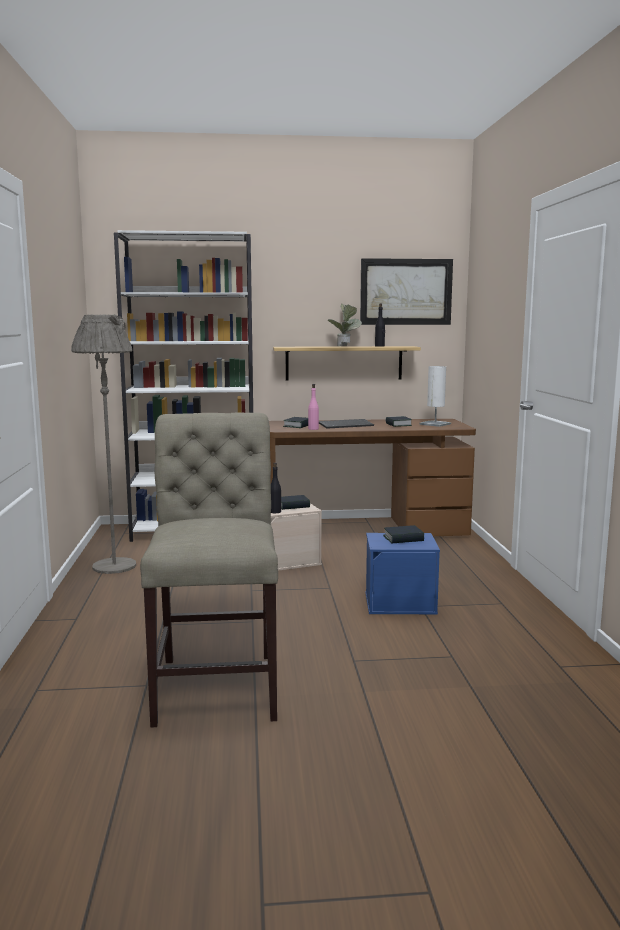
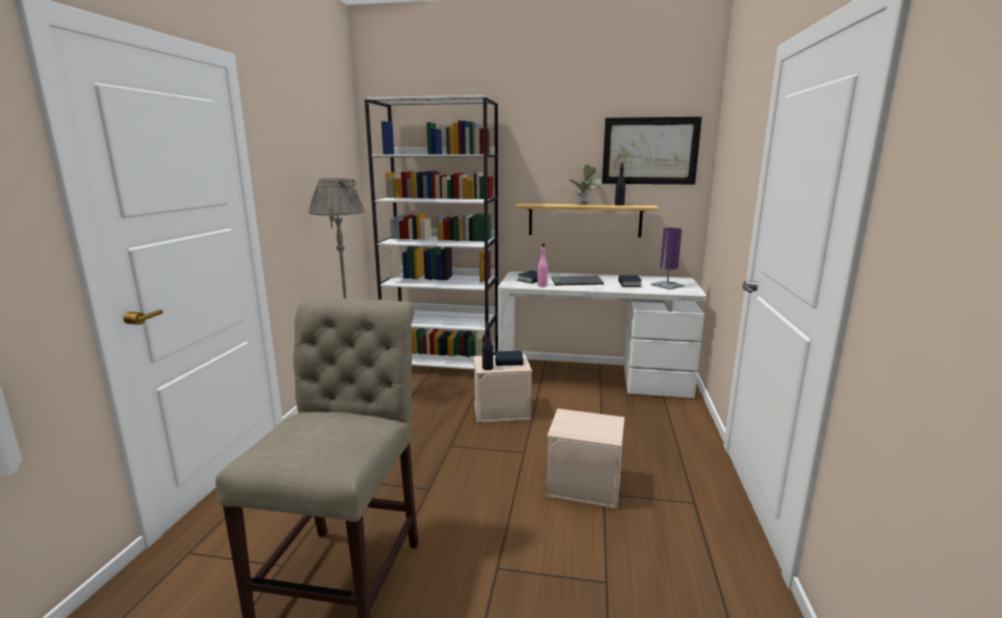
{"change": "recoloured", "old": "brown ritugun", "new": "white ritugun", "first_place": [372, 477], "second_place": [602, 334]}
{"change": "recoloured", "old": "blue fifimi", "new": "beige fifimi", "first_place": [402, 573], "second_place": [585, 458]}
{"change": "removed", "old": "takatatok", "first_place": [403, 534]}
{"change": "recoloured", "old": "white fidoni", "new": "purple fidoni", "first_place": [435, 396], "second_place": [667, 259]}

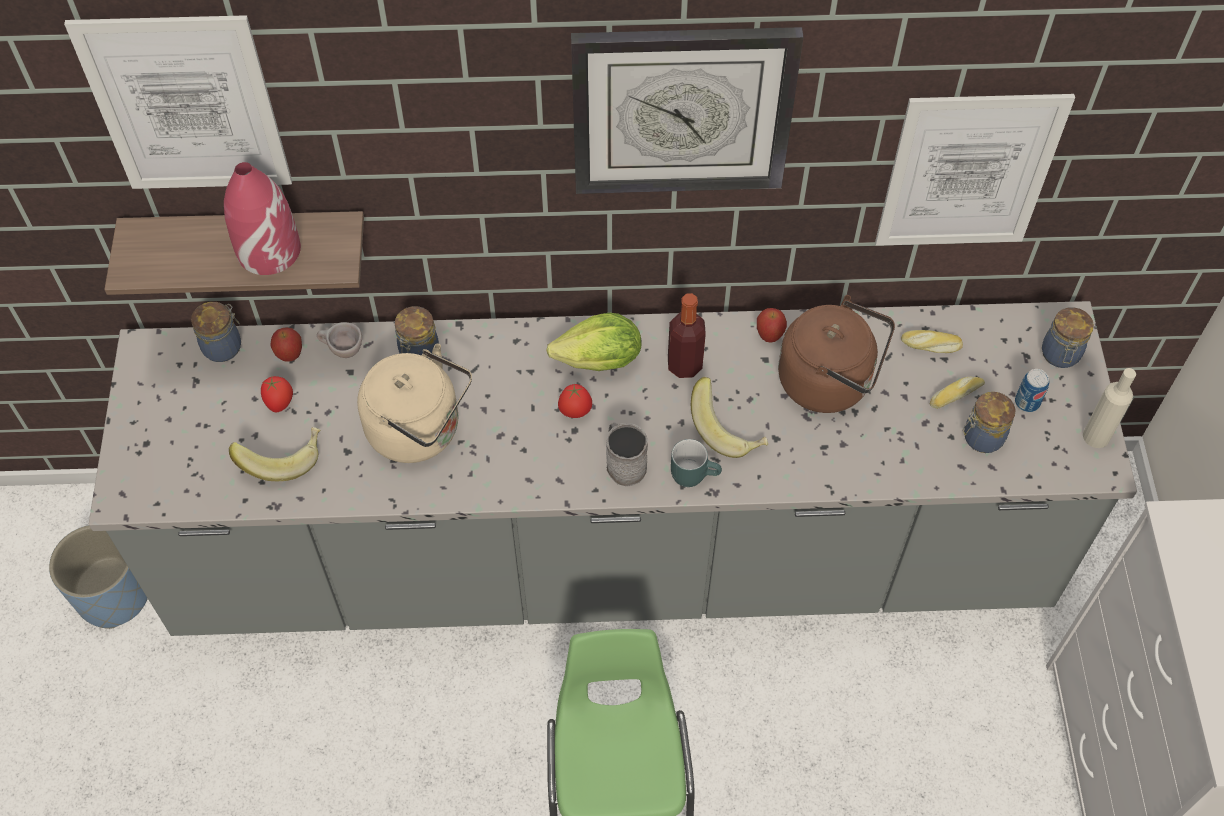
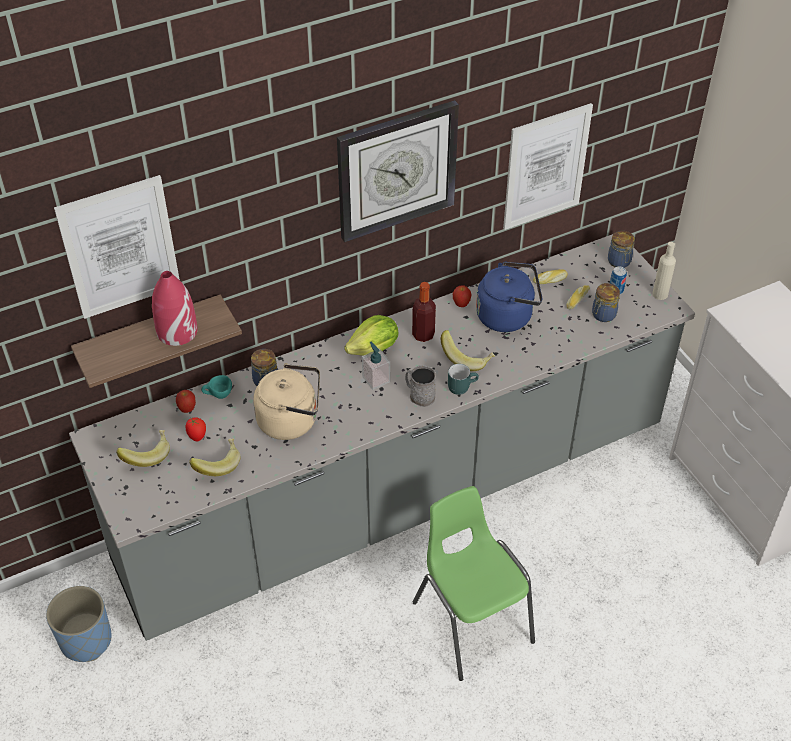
{"change": "removed", "old": "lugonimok", "first_place": [216, 332]}
{"change": "recoloured", "old": "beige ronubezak", "new": "turquoise ronubezak", "first_place": [339, 340], "second_place": [216, 387]}
{"change": "replaced", "old": "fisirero", "new": "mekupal", "first_place": [575, 401], "second_place": [376, 366]}
{"change": "recoloured", "old": "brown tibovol", "new": "blue tibovol", "first_place": [836, 354], "second_place": [509, 297]}
{"change": "added", "new": "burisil", "second_place": [143, 448]}

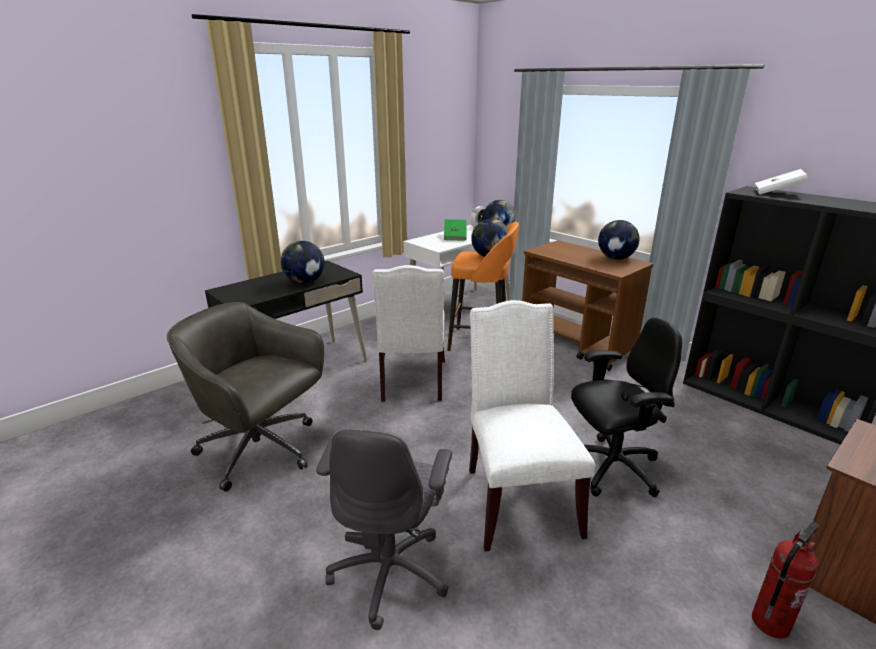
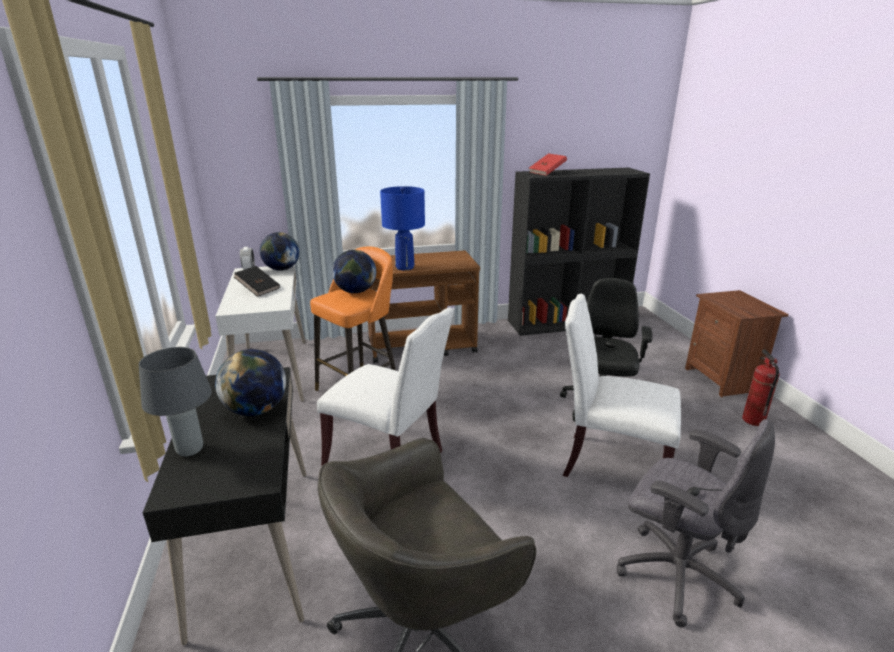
{"change": "recoloured", "old": "green takatatok", "new": "black takatatok", "first_place": [455, 230], "second_place": [257, 281]}
{"change": "removed", "old": "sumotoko", "first_place": [618, 239]}
{"change": "recoloured", "old": "white takatatok", "new": "red takatatok", "first_place": [781, 182], "second_place": [548, 164]}
{"change": "added", "new": "grey fidoni", "second_place": [175, 401]}
{"change": "added", "new": "blue fidoni", "second_place": [402, 228]}

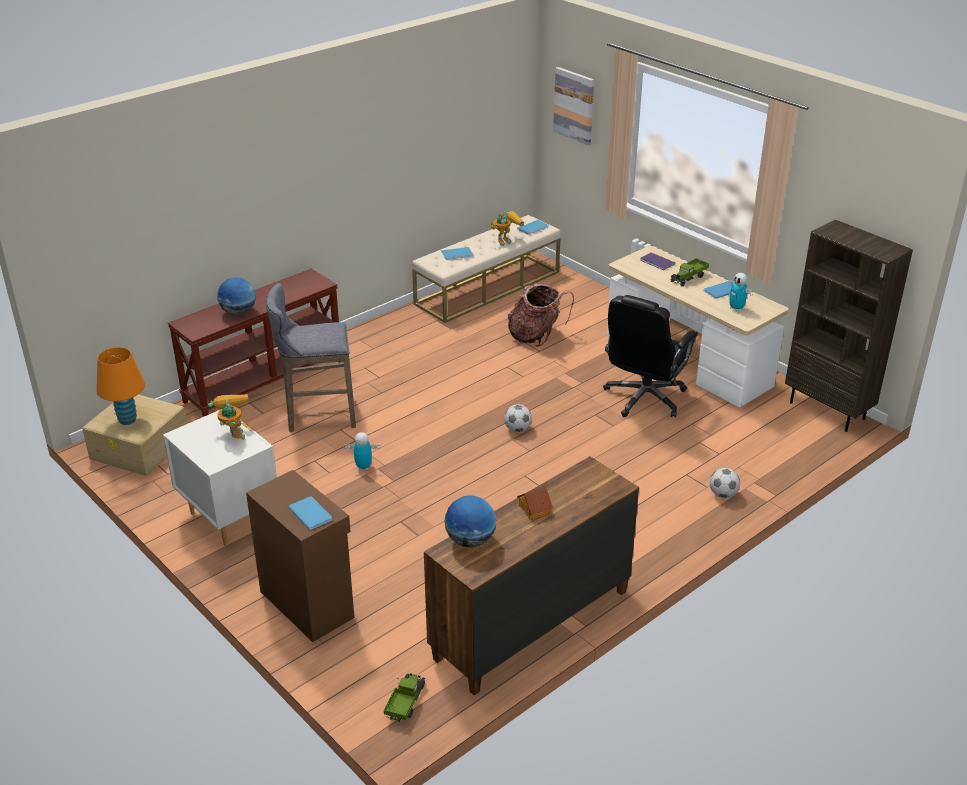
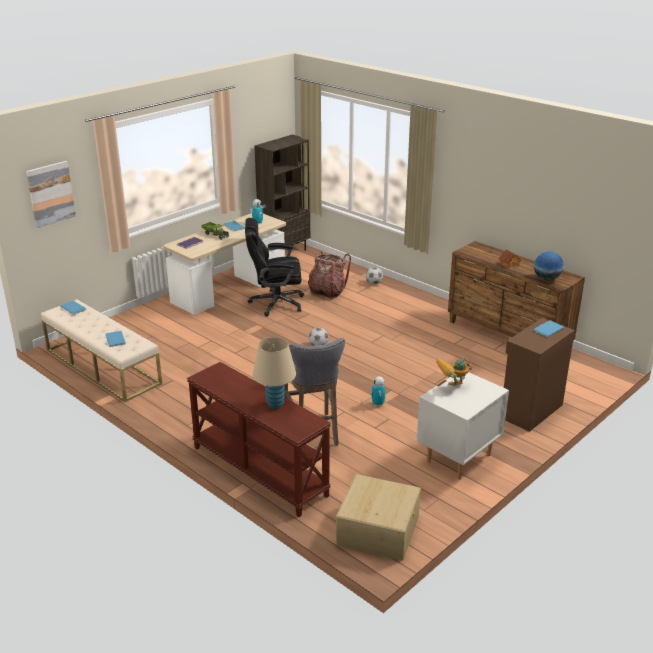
{"change": "removed", "old": "orange fidoni", "first_place": [120, 386]}
{"change": "replaced", "old": "sumotoko", "new": "beige fidoni", "first_place": [236, 296], "second_place": [274, 373]}
{"change": "removed", "old": "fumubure", "first_place": [404, 697]}
{"change": "removed", "old": "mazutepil", "first_place": [507, 228]}
{"change": "moved", "old": "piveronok", "first_place": [541, 315], "second_place": [329, 274]}
{"change": "turned", "old": "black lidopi", "first_place": [650, 356], "second_place": [274, 267], "degrees": 150}

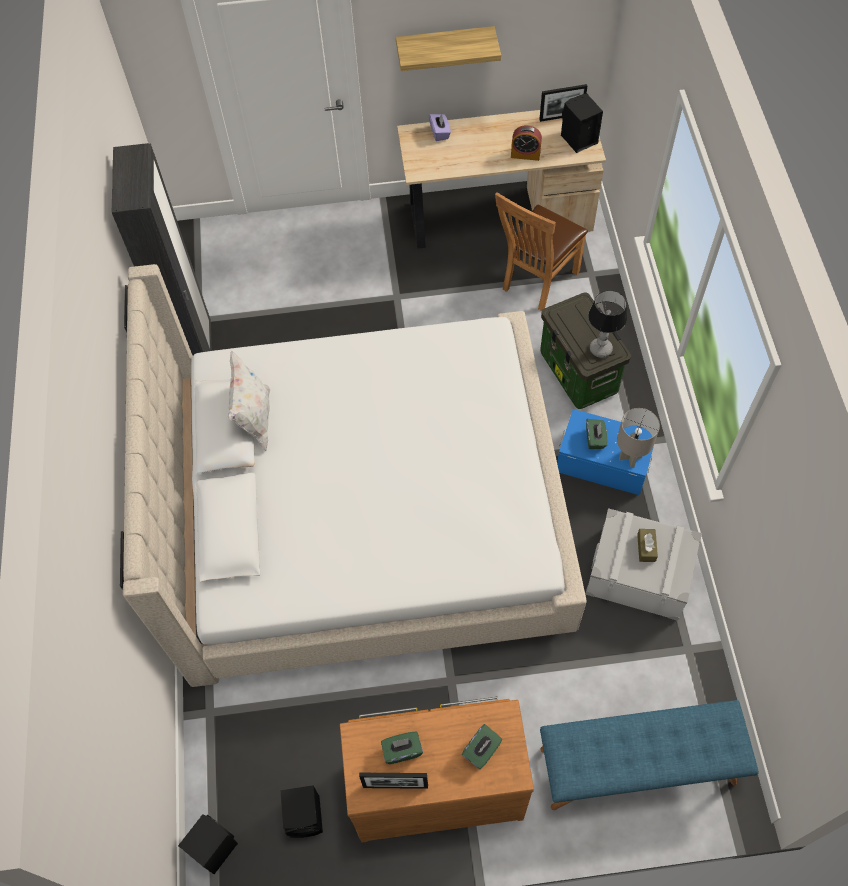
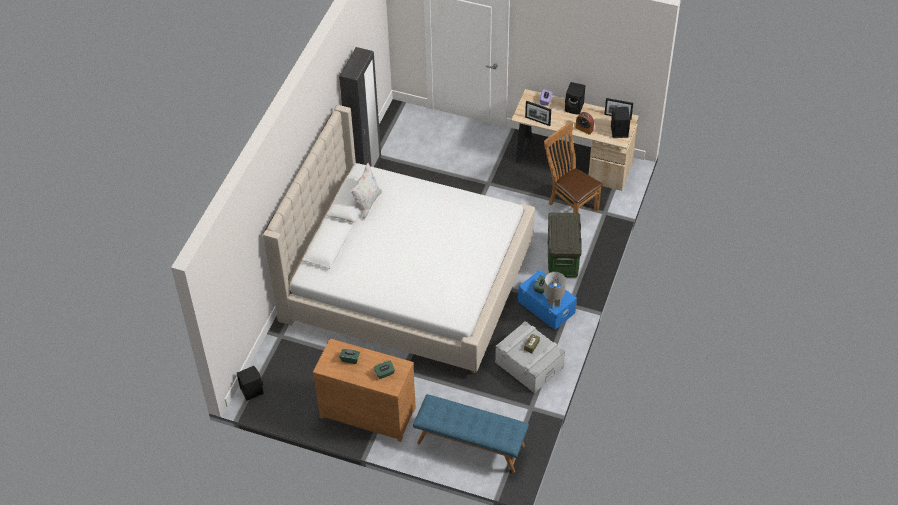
{"change": "moved", "old": "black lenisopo", "first_place": [301, 811], "second_place": [575, 98]}
{"change": "moved", "old": "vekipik", "first_place": [393, 781], "second_place": [538, 113]}
{"change": "removed", "old": "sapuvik", "first_place": [448, 48]}
{"change": "turned", "old": "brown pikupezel", "first_place": [541, 251], "second_place": [573, 167], "degrees": 75}
{"change": "removed", "old": "fidoni", "first_place": [607, 324]}

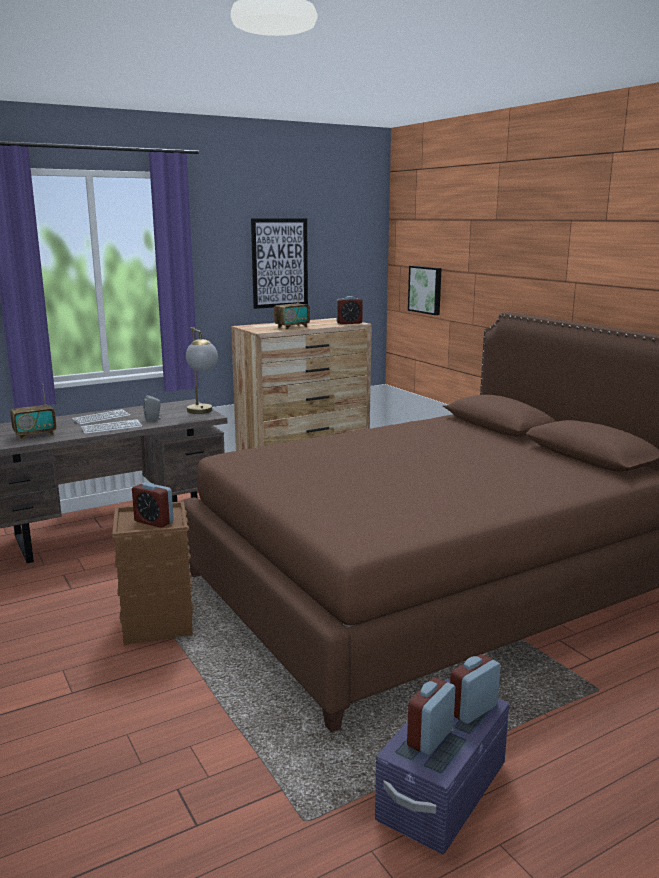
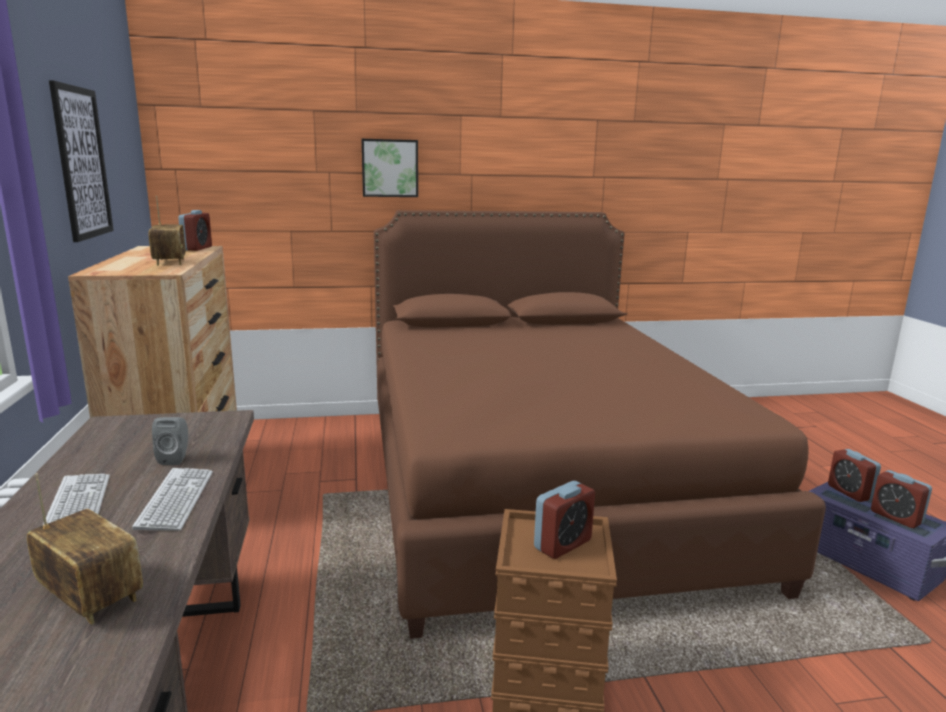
{"change": "turned", "old": "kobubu", "first_place": [33, 411], "second_place": [85, 549], "degrees": -45}
{"change": "removed", "old": "fidoni", "first_place": [202, 370]}
{"change": "moved", "old": "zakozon", "first_place": [425, 290], "second_place": [389, 168]}

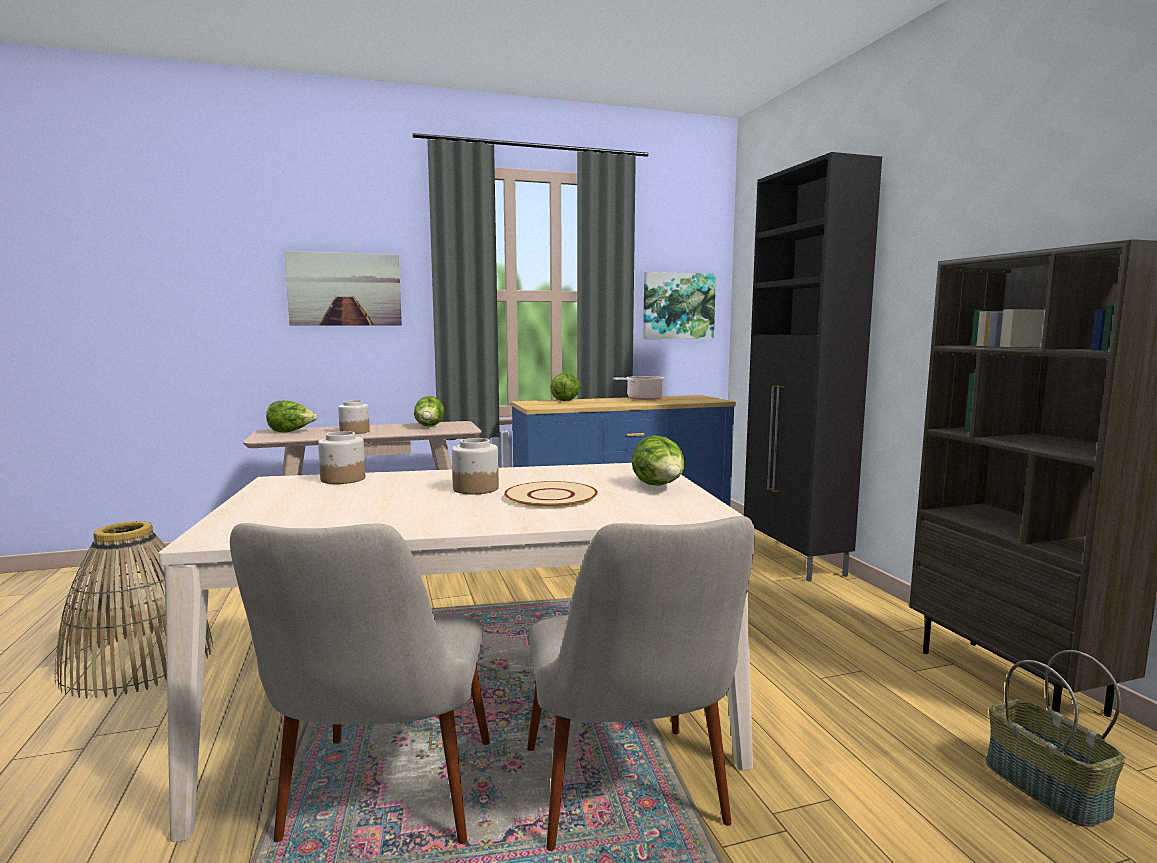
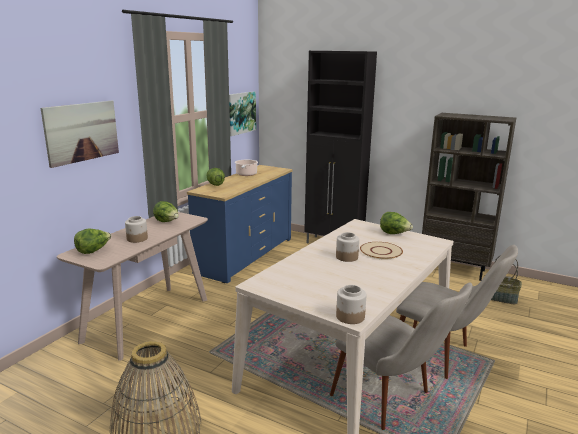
{"change": "moved", "old": "lugonimok", "first_place": [341, 457], "second_place": [351, 304]}

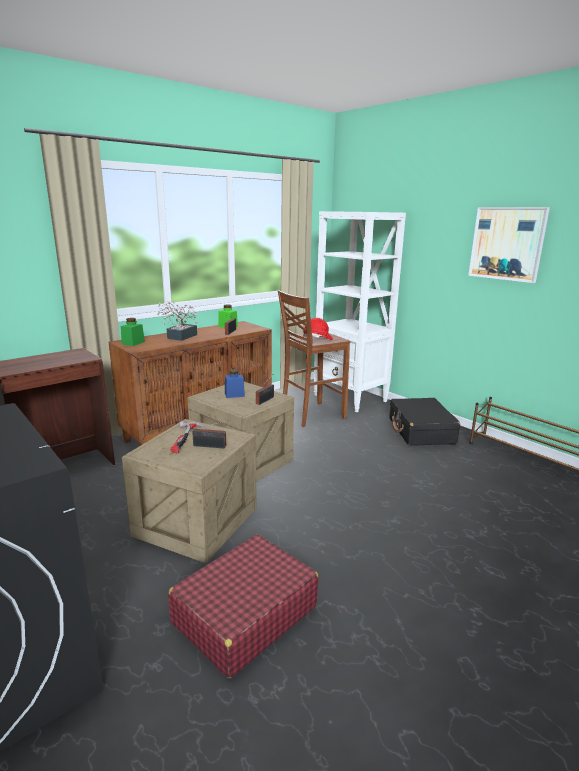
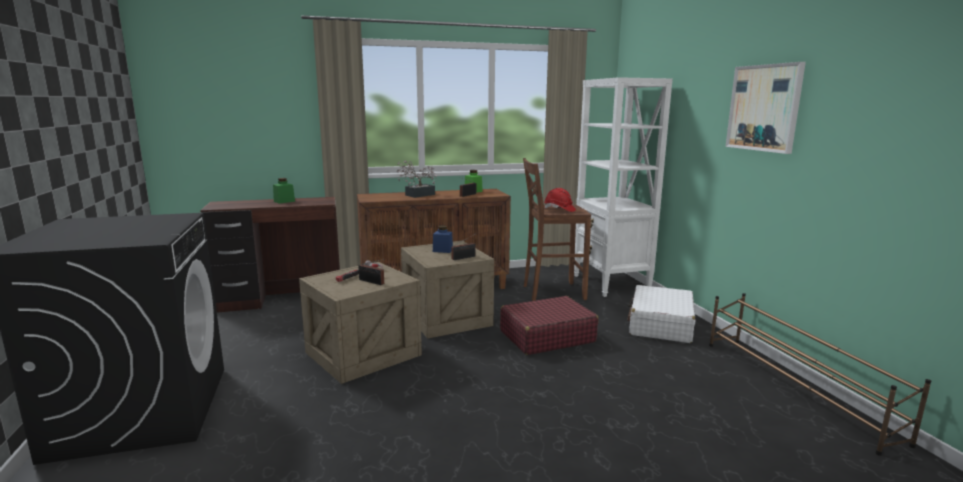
{"change": "moved", "old": "green lugonimok", "first_place": [133, 332], "second_place": [284, 191]}
{"change": "moved", "old": "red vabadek", "first_place": [243, 606], "second_place": [549, 325]}
{"change": "recoloured", "old": "black vabadek", "new": "white vabadek", "first_place": [425, 422], "second_place": [661, 314]}

